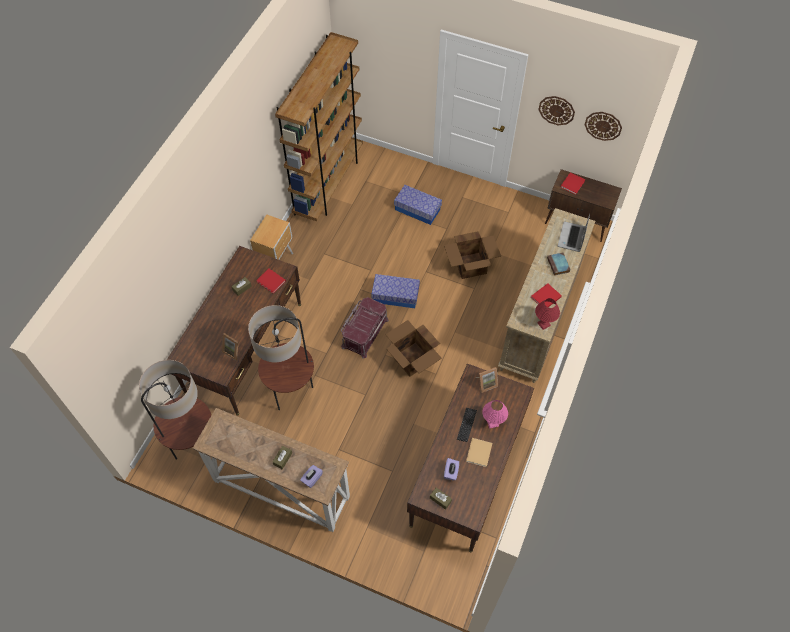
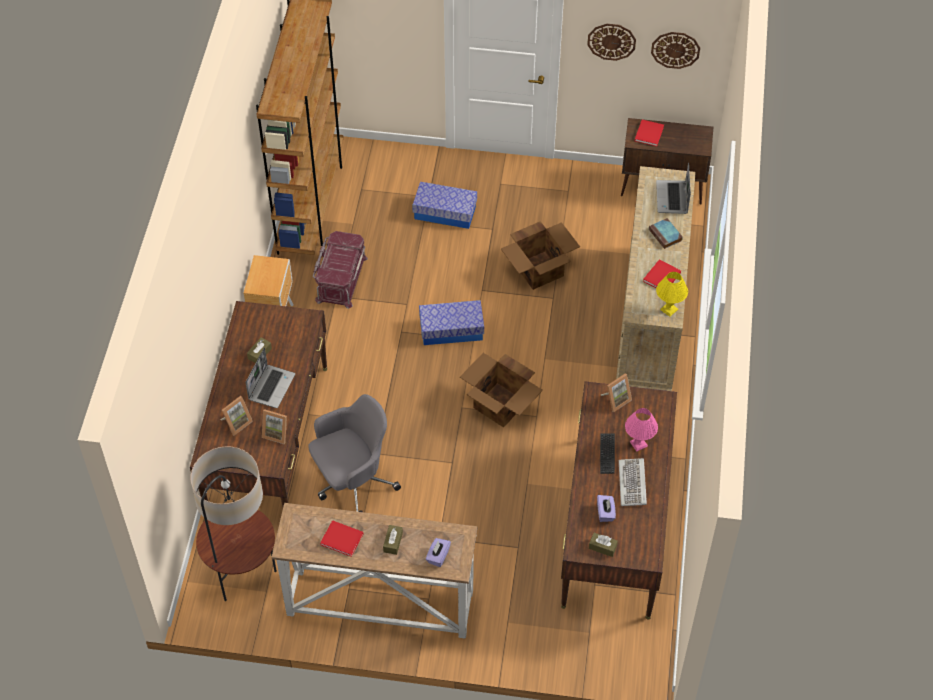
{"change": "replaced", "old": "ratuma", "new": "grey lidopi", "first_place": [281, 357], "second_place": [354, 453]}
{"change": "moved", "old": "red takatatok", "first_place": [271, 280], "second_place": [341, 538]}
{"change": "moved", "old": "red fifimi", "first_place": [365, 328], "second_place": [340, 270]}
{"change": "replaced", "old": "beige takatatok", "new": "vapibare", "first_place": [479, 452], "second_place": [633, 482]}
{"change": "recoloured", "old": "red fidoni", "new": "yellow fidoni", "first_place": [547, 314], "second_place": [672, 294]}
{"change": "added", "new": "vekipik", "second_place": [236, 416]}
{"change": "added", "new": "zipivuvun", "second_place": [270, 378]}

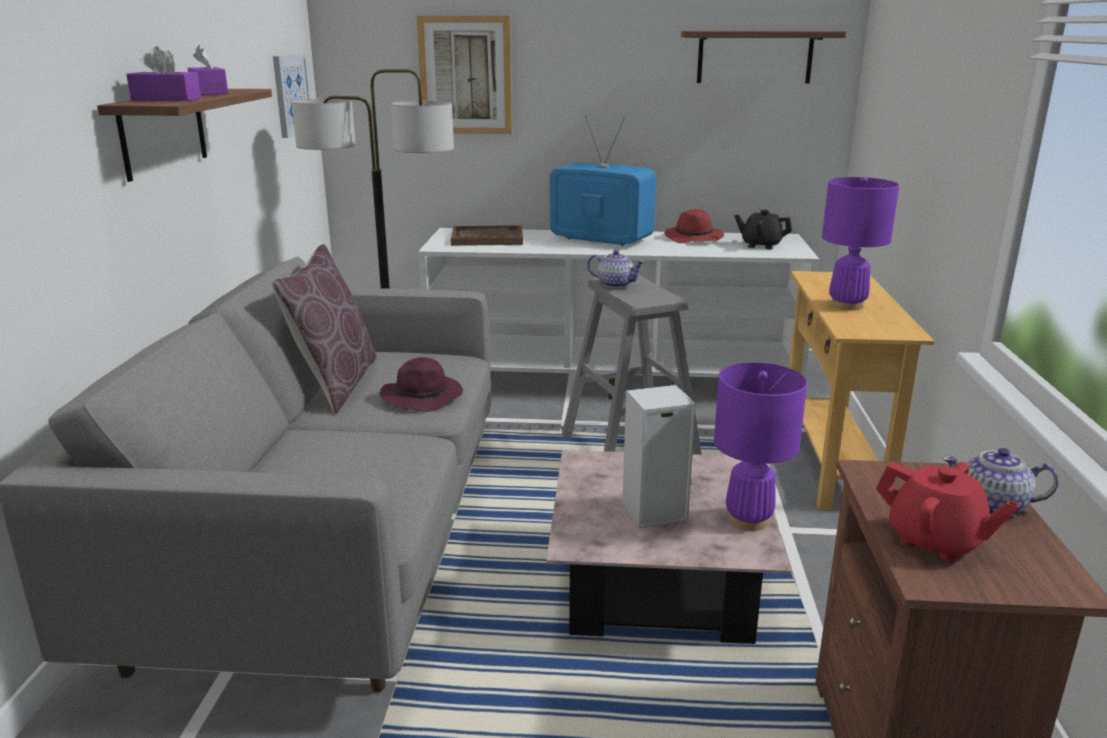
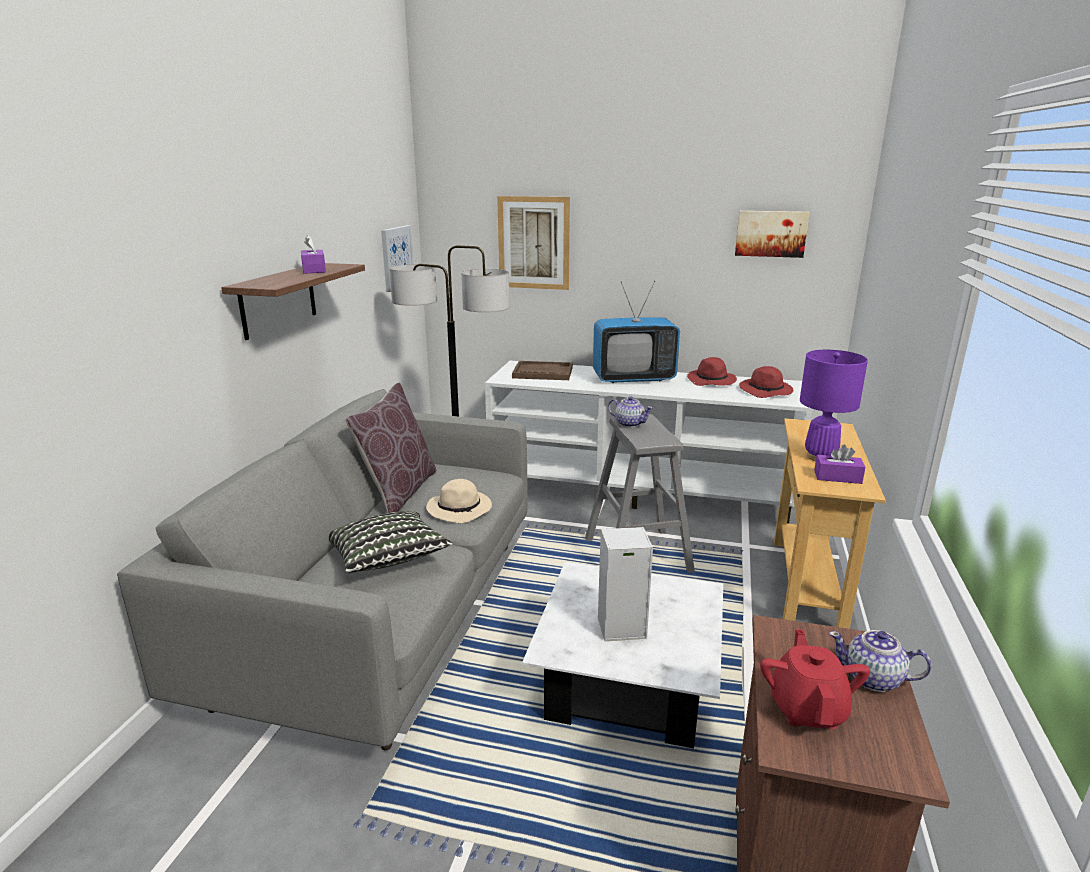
{"change": "moved", "old": "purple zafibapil", "first_place": [163, 74], "second_place": [839, 464]}
{"change": "recoloured", "old": "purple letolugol", "new": "beige letolugol", "first_place": [421, 384], "second_place": [459, 501]}
{"change": "recoloured", "old": "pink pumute", "new": "white pumute", "first_place": [669, 547], "second_place": [622, 655]}
{"change": "turned", "old": "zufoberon", "first_place": [603, 181], "second_place": [636, 332], "degrees": 135}
{"change": "replaced", "old": "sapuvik", "new": "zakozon", "first_place": [763, 57], "second_place": [772, 234]}
{"change": "removed", "old": "purple fidoni", "first_place": [760, 447]}
{"change": "replaced", "old": "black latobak", "new": "red letolugol", "first_place": [763, 229], "second_place": [766, 382]}
{"change": "turned", "old": "red latobak", "first_place": [948, 512], "second_place": [815, 679], "degrees": -135}
{"change": "added", "new": "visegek", "second_place": [391, 542]}

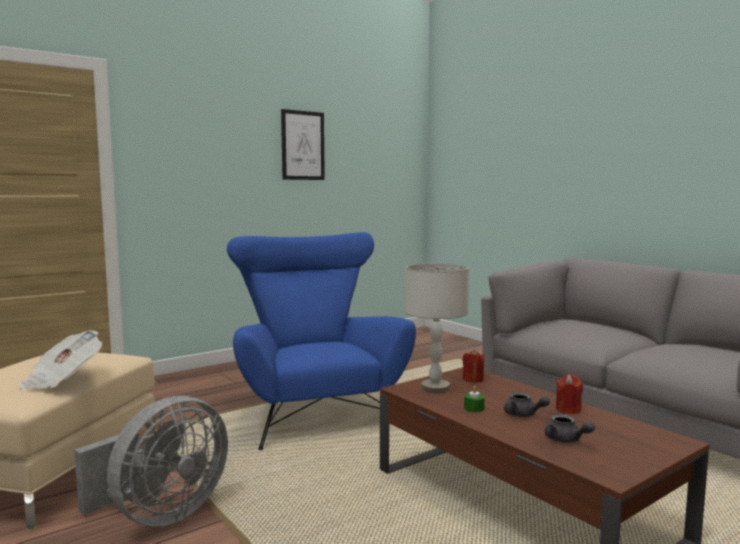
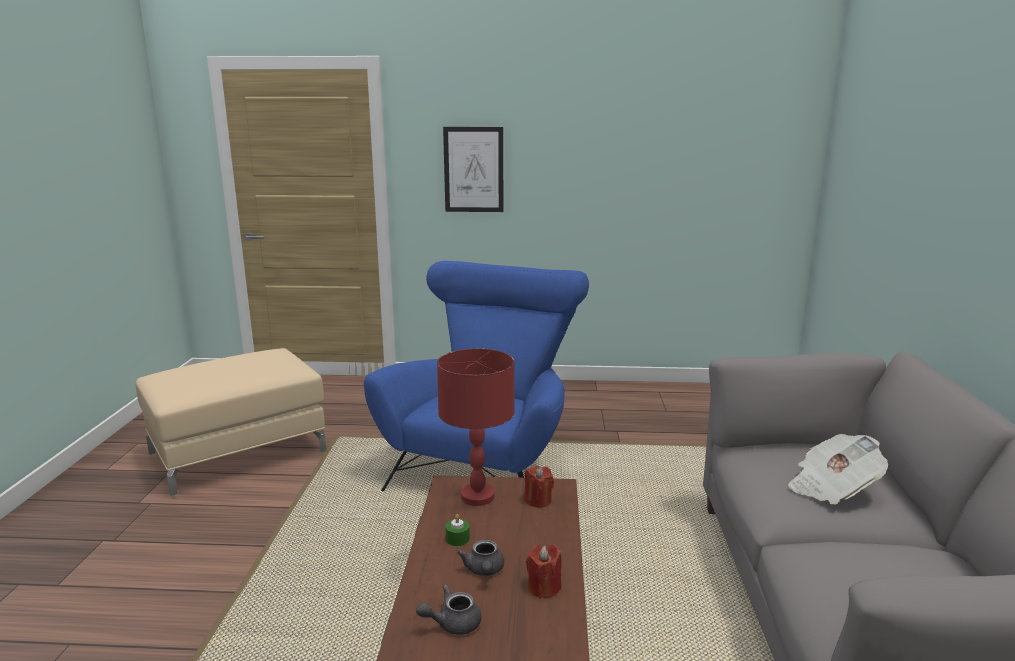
{"change": "moved", "old": "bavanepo", "first_place": [60, 360], "second_place": [838, 469]}
{"change": "removed", "old": "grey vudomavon", "first_place": [151, 461]}
{"change": "moved", "old": "zakozon", "first_place": [303, 144], "second_place": [473, 169]}
{"change": "recoloured", "old": "grey fidoni", "new": "red fidoni", "first_place": [437, 328], "second_place": [476, 427]}
{"change": "turned", "old": "grey latobak", "first_place": [570, 428], "second_place": [448, 610], "degrees": 60}

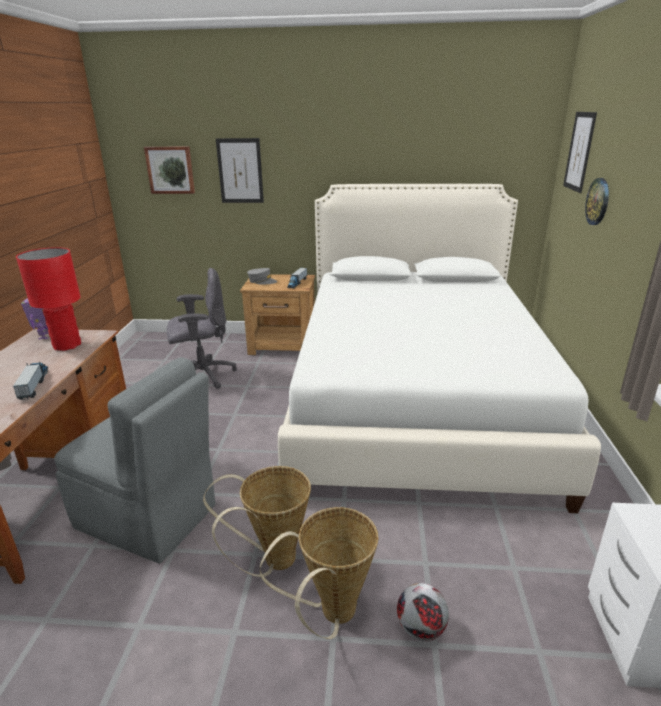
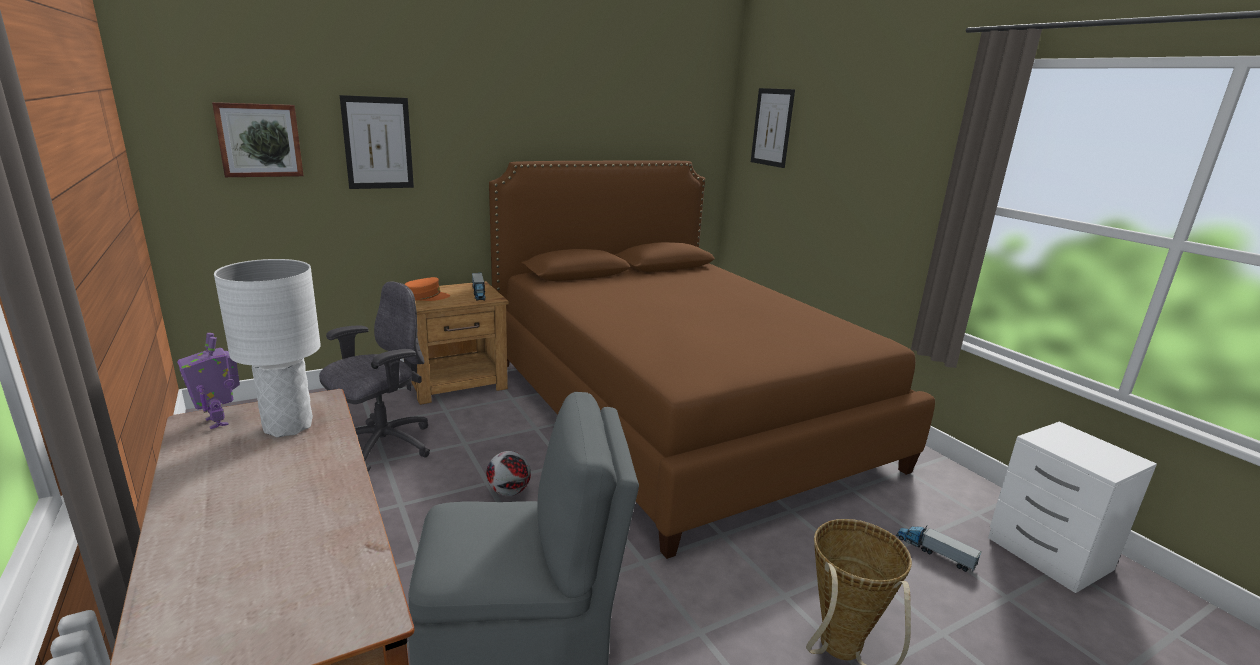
{"change": "moved", "old": "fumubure", "first_place": [30, 381], "second_place": [939, 548]}
{"change": "recoloured", "old": "red fidoni", "new": "white fidoni", "first_place": [48, 299], "second_place": [267, 348]}
{"change": "removed", "old": "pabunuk", "first_place": [257, 521]}
{"change": "recoloured", "old": "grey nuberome", "new": "orange nuberome", "first_place": [262, 276], "second_place": [427, 289]}
{"change": "recoloured", "old": "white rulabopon", "new": "brown rulabopon", "first_place": [439, 348], "second_place": [712, 359]}
{"change": "moved", "old": "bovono", "first_place": [423, 612], "second_place": [508, 473]}
{"change": "removed", "old": "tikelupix", "first_place": [597, 201]}

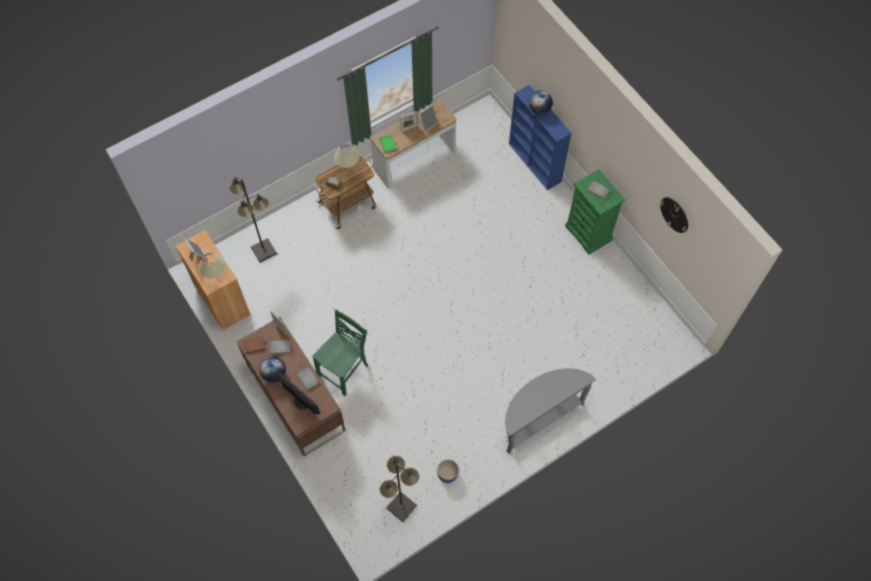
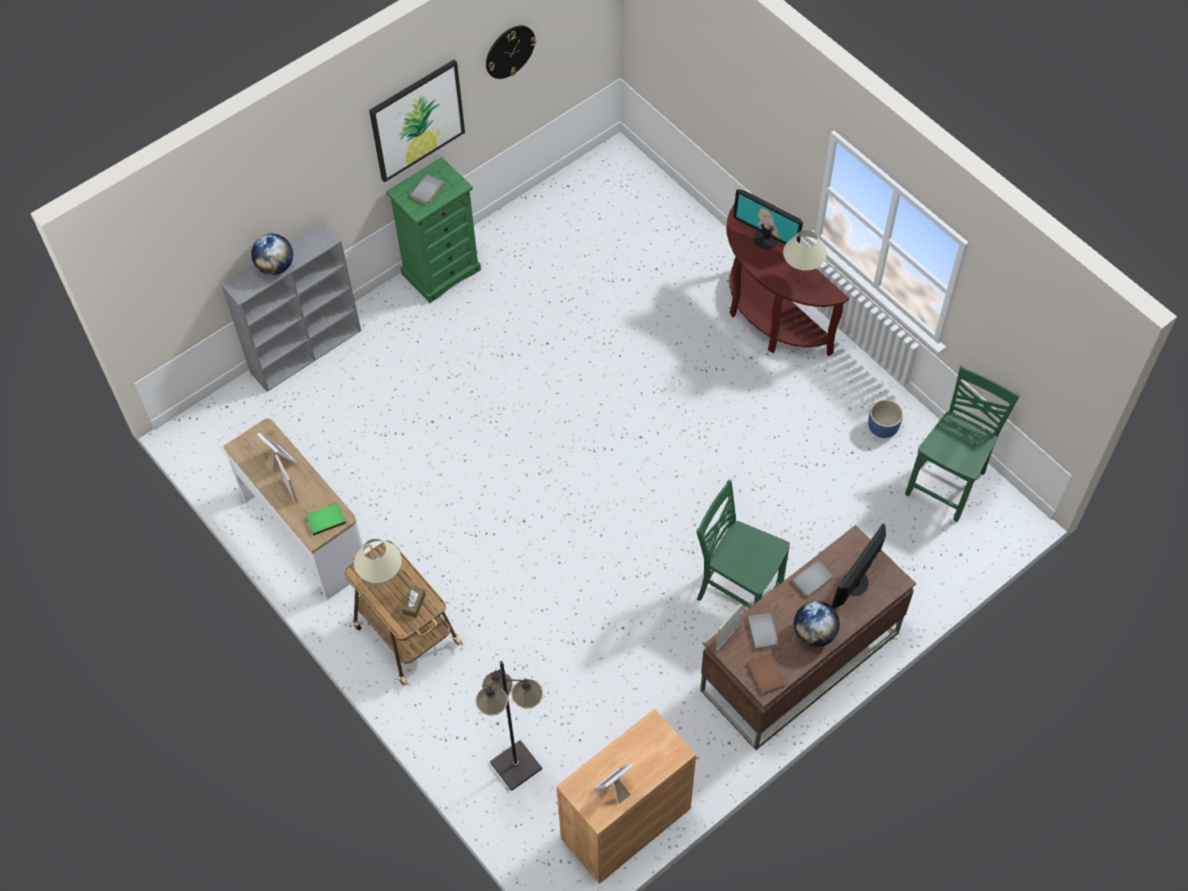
{"change": "moved", "old": "beige fidoni", "first_place": [212, 265], "second_place": [804, 253]}
{"change": "replaced", "old": "black ratuma", "new": "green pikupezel", "first_place": [399, 489], "second_place": [962, 444]}
{"change": "recoloured", "old": "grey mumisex", "new": "brown mumisex", "first_place": [550, 411], "second_place": [787, 280]}
{"change": "recoloured", "old": "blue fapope", "new": "grey fapope", "first_place": [540, 137], "second_place": [291, 307]}
{"change": "added", "new": "zakozon", "second_place": [417, 121]}
{"change": "added", "new": "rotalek", "second_place": [768, 219]}

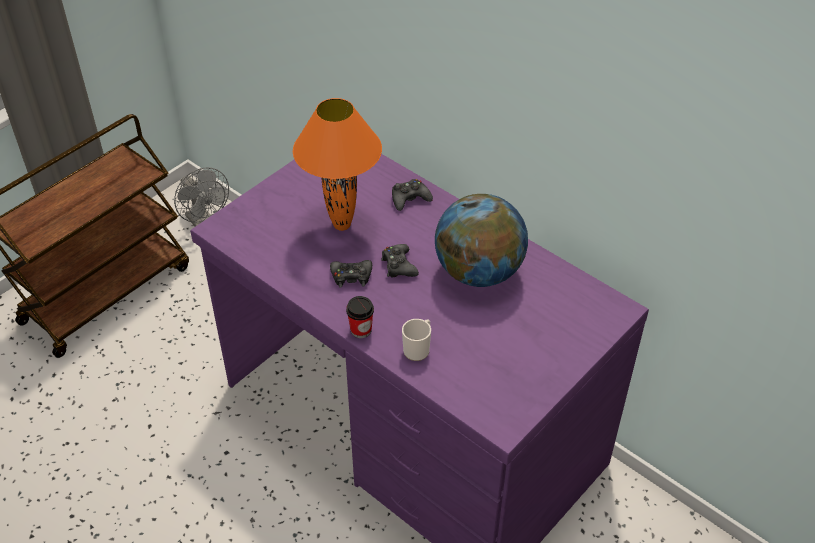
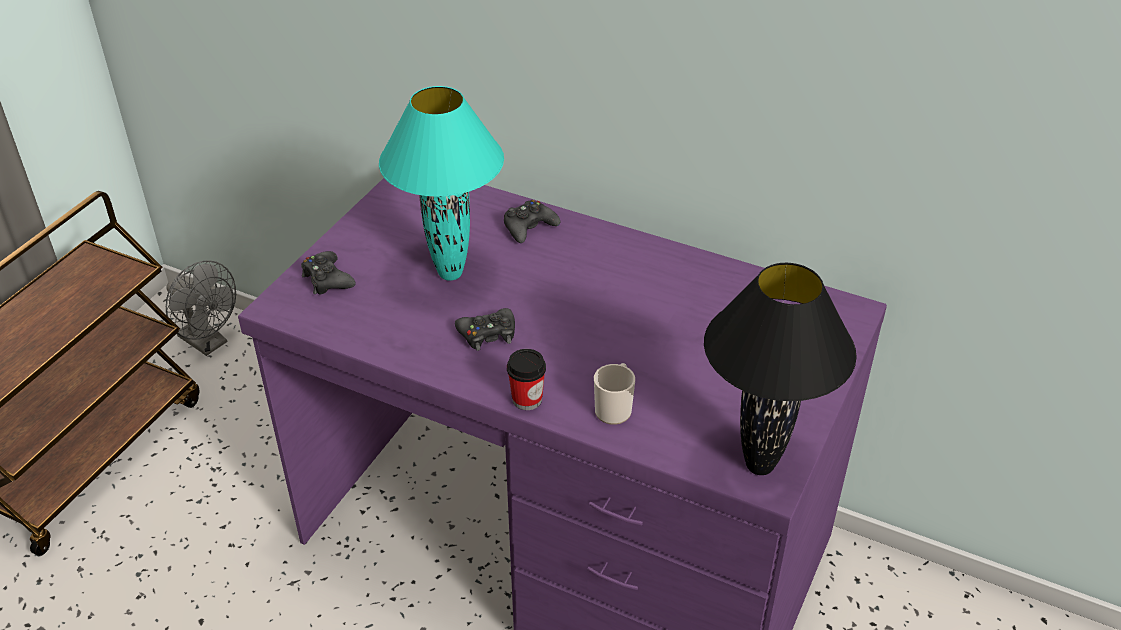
{"change": "recoloured", "old": "orange fidoni", "new": "turquoise fidoni", "first_place": [337, 164], "second_place": [441, 183]}
{"change": "moved", "old": "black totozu", "first_place": [400, 261], "second_place": [328, 273]}
{"change": "removed", "old": "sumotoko", "first_place": [481, 240]}
{"change": "added", "new": "black fidoni", "second_place": [780, 369]}

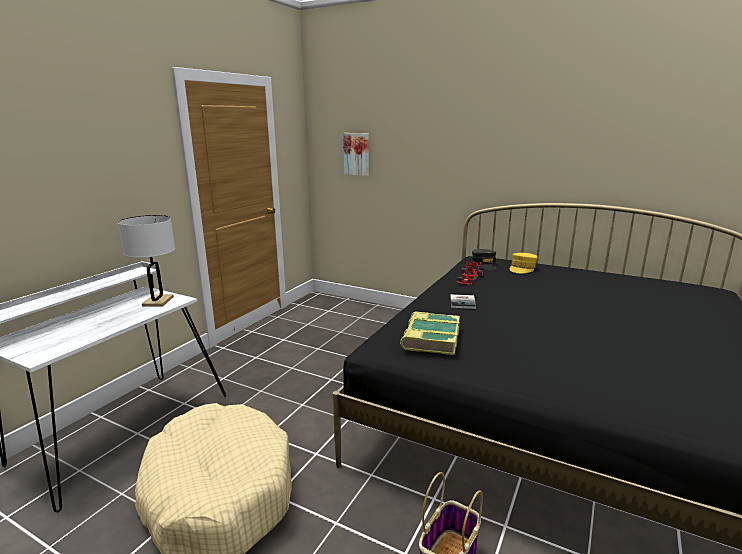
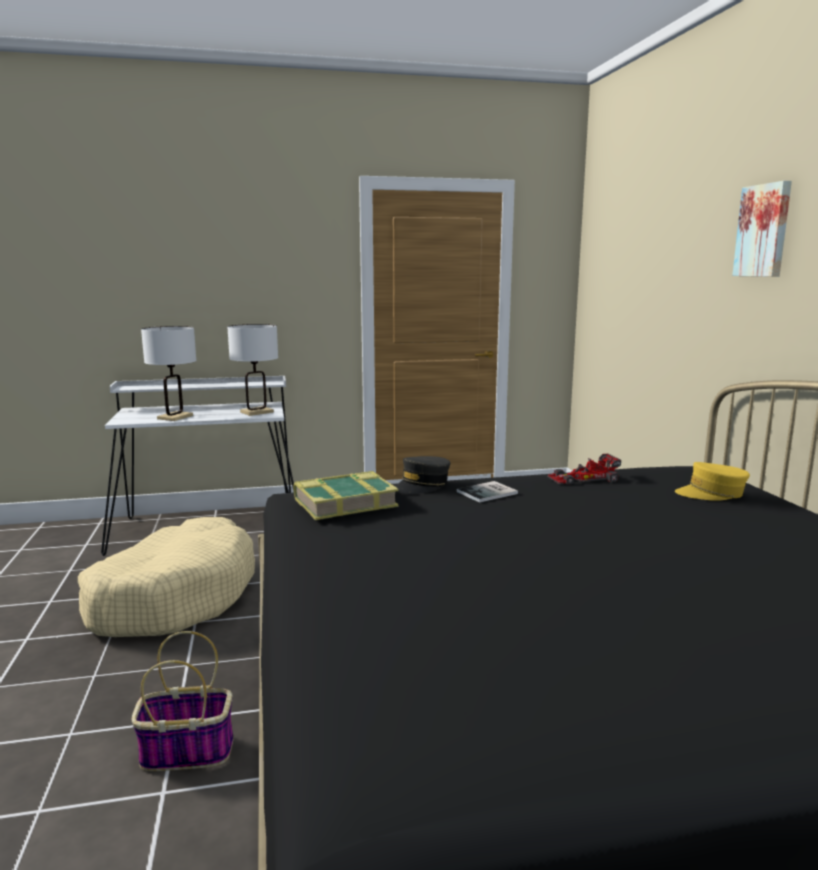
{"change": "moved", "old": "zakozon", "first_place": [356, 154], "second_place": [762, 229]}
{"change": "moved", "old": "grey nuberome", "first_place": [484, 259], "second_place": [422, 475]}
{"change": "added", "new": "white fidoni", "second_place": [169, 373]}

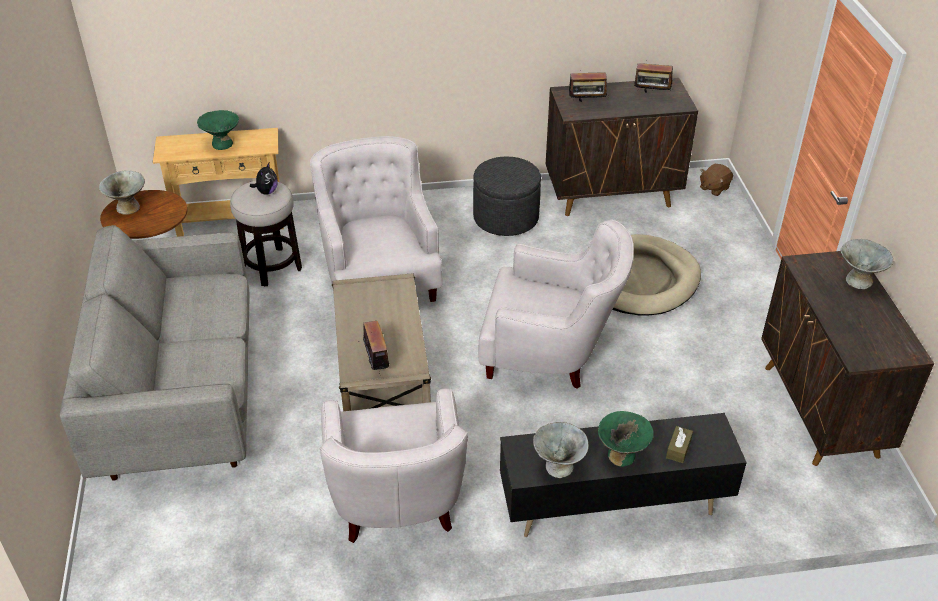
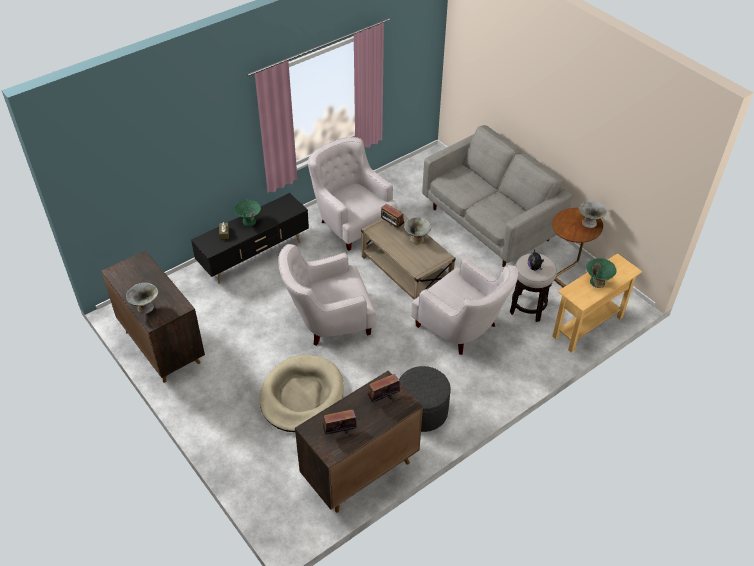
{"change": "moved", "old": "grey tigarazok", "first_place": [561, 450], "second_place": [417, 230]}
{"change": "removed", "old": "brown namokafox", "first_place": [716, 180]}

